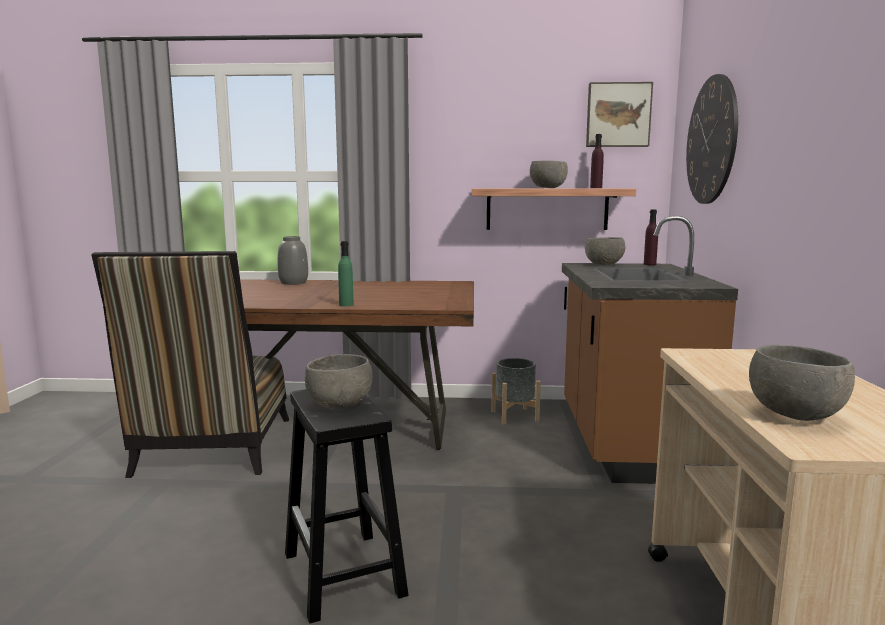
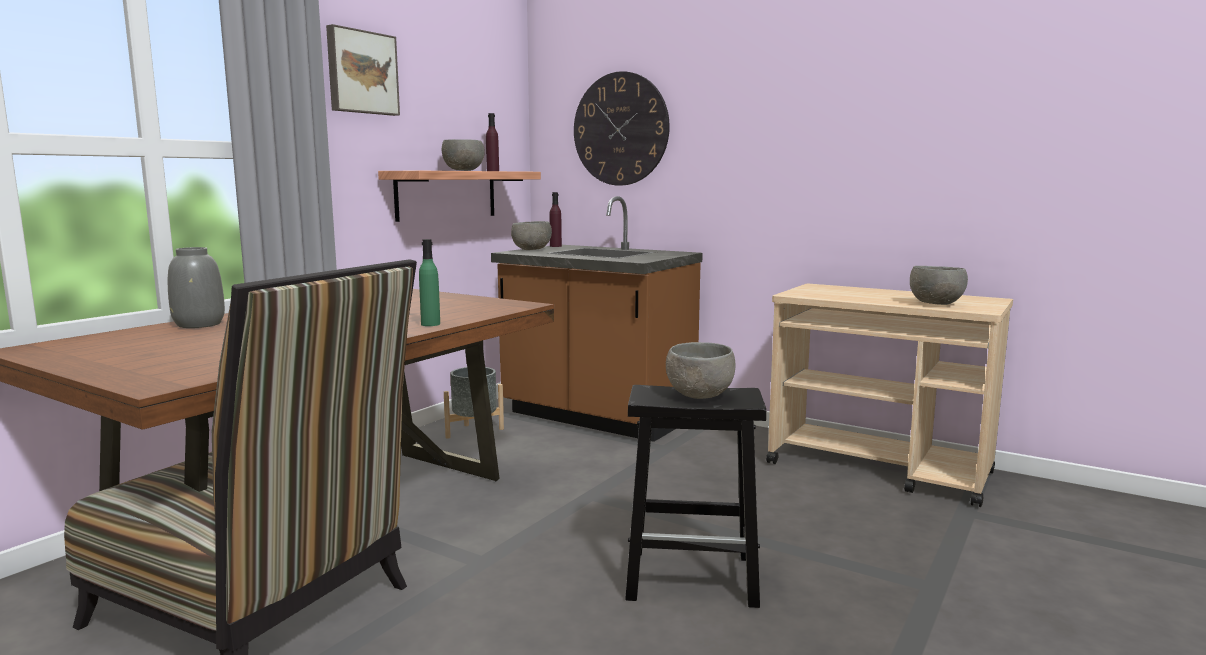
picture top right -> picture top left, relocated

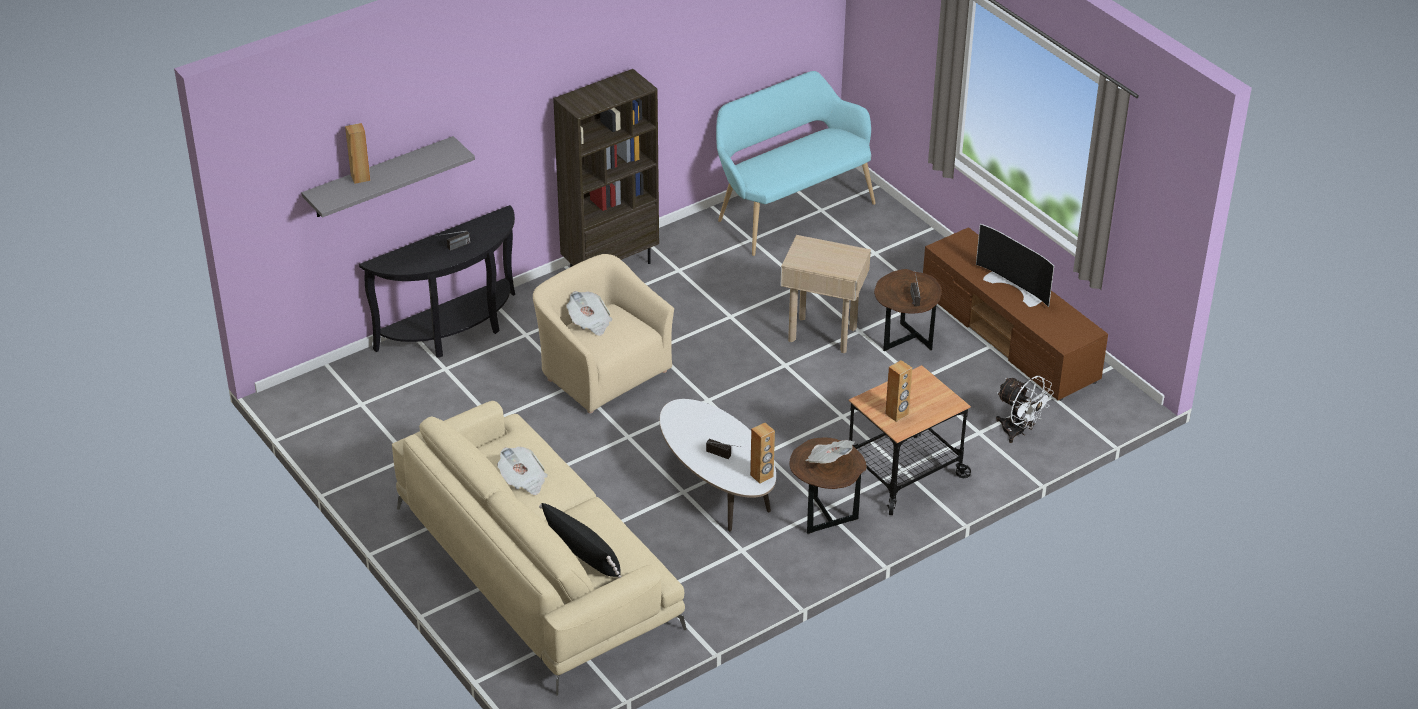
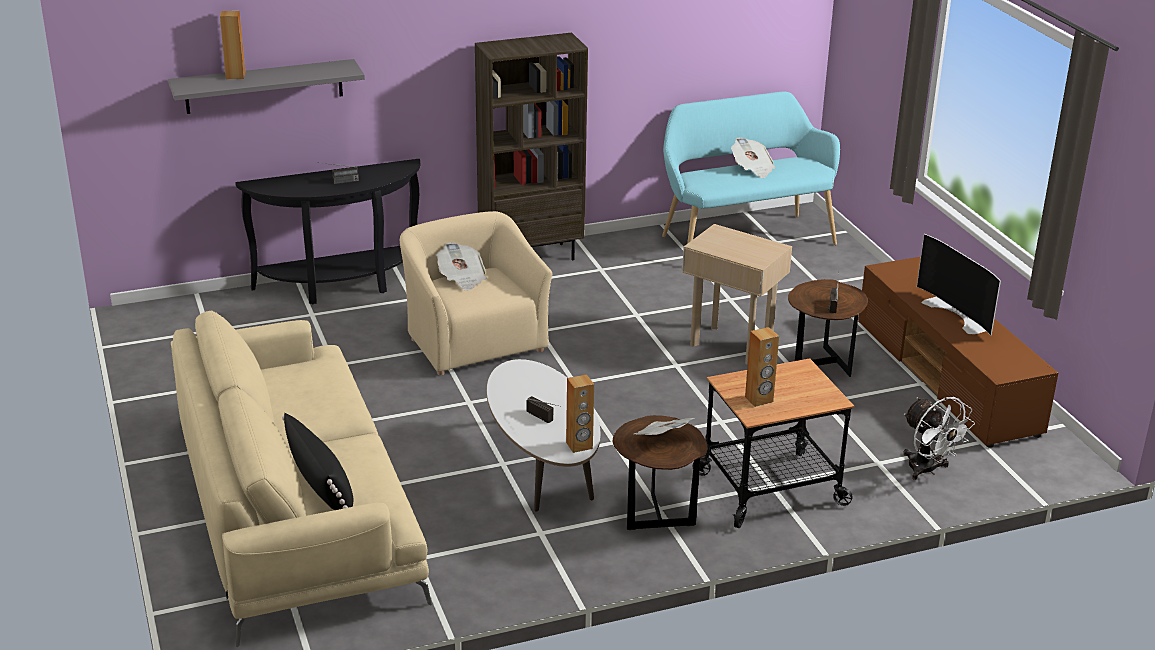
newspaper (no. 1 from left in the first image) centre -> newspaper (no. 3 from left) top centre, relocated

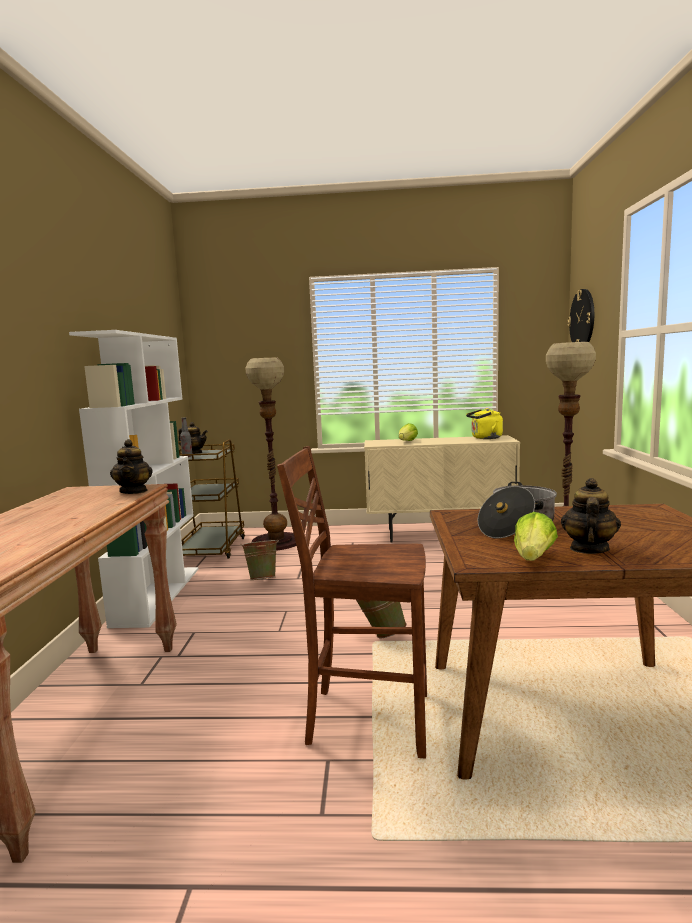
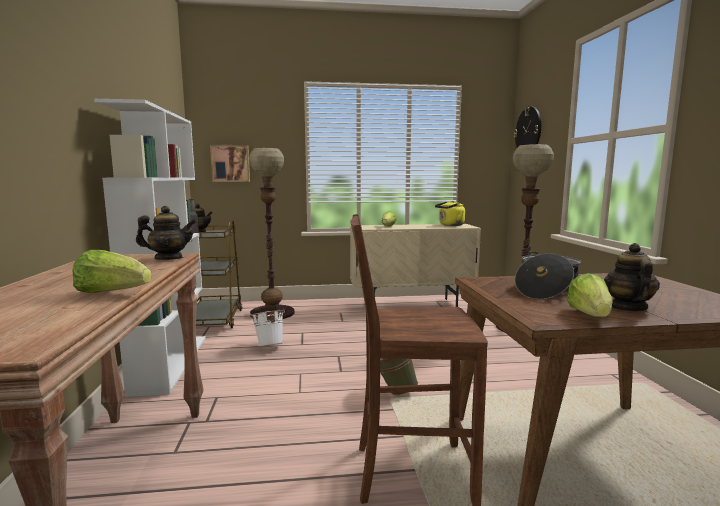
none -> lettuce (no. 1 from left) middle left
none -> picture top left
green_bucket (no. 1 from left) centre -> white_bucket centre
teapot (no. 1 from left) middle left, 75 degrees counterclockwise

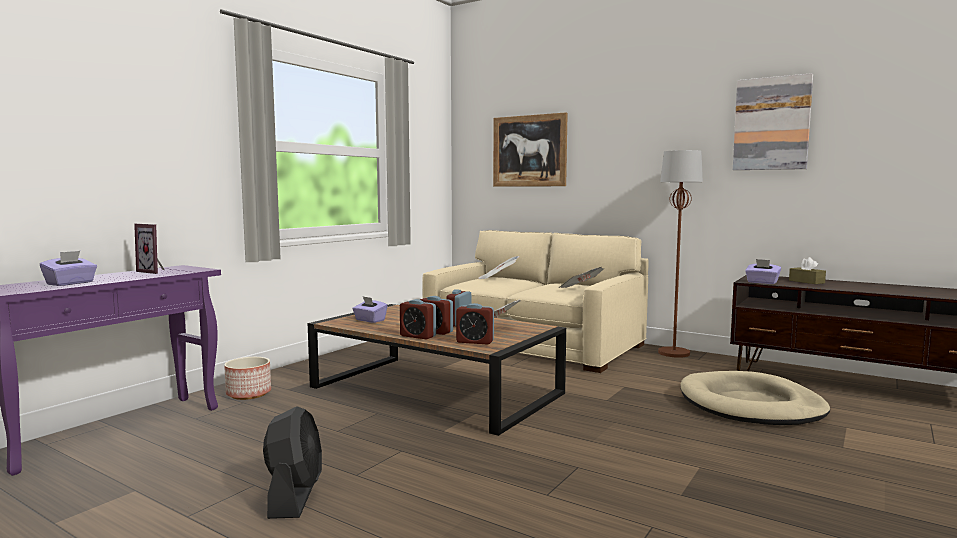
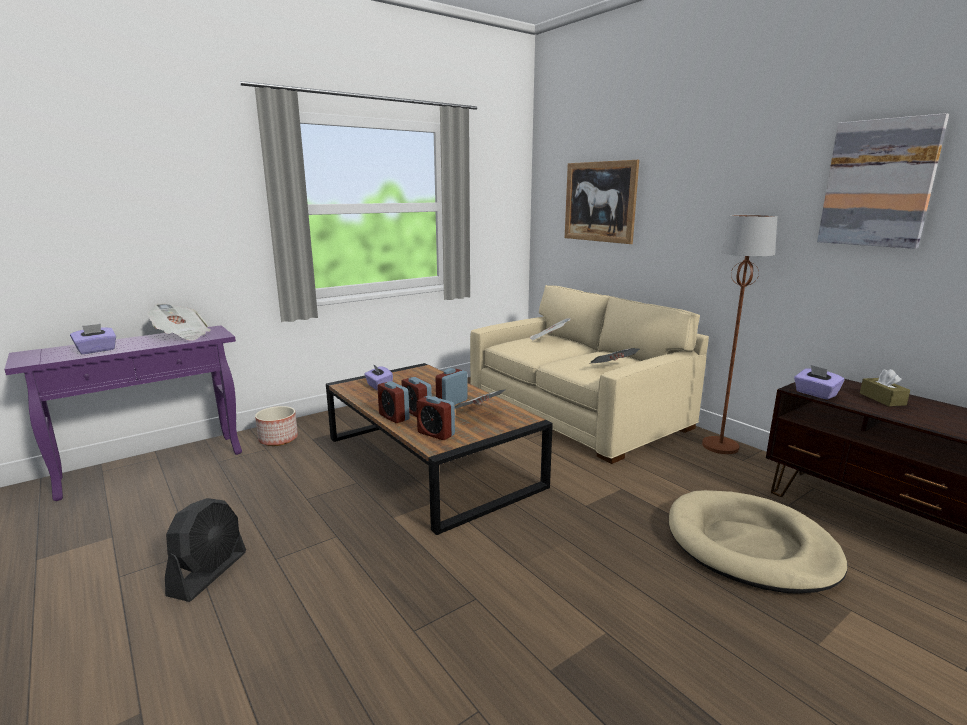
picture_frame middle left -> newspaper (no. 1 from left) middle left

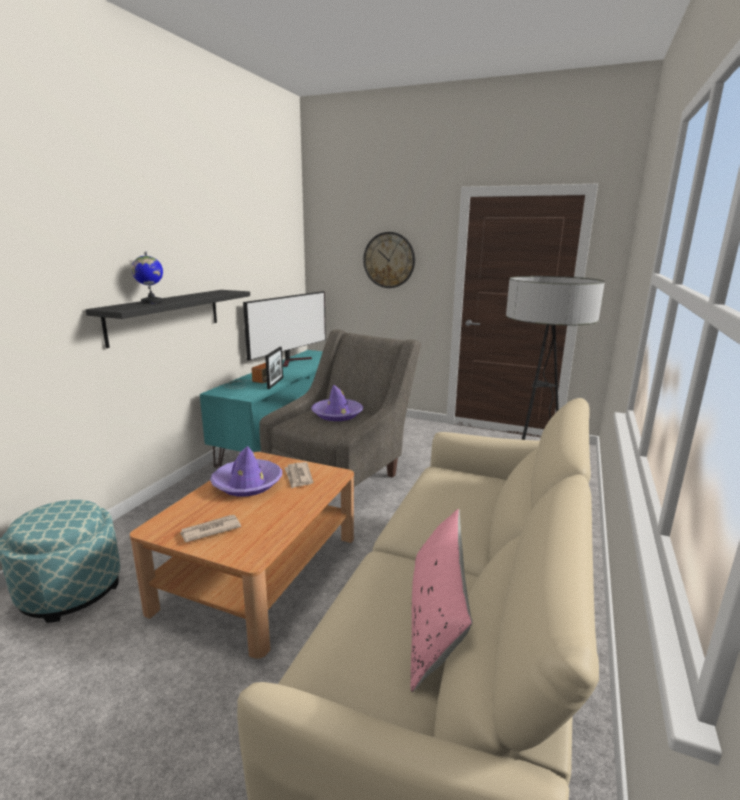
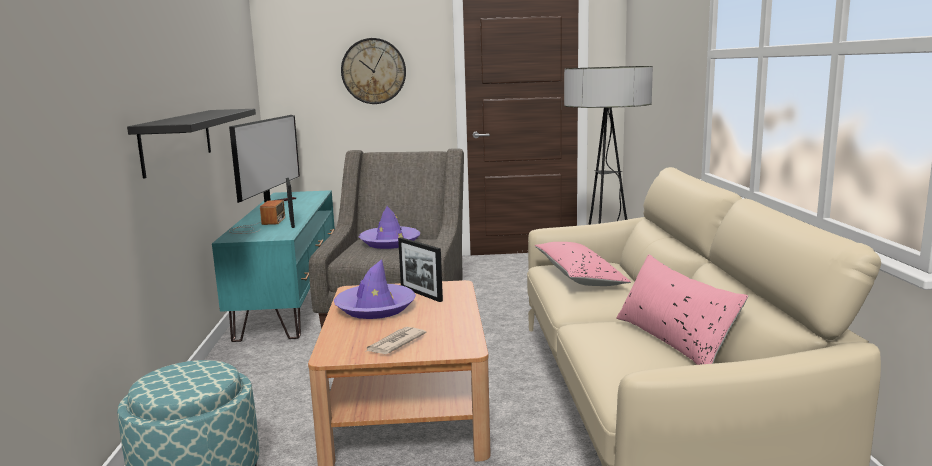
globe middle left -> none
none -> pink_pillow (no. 1 from left) centre
newspaper (no. 2 from left) centre -> picture_frame (no. 2 from left) centre

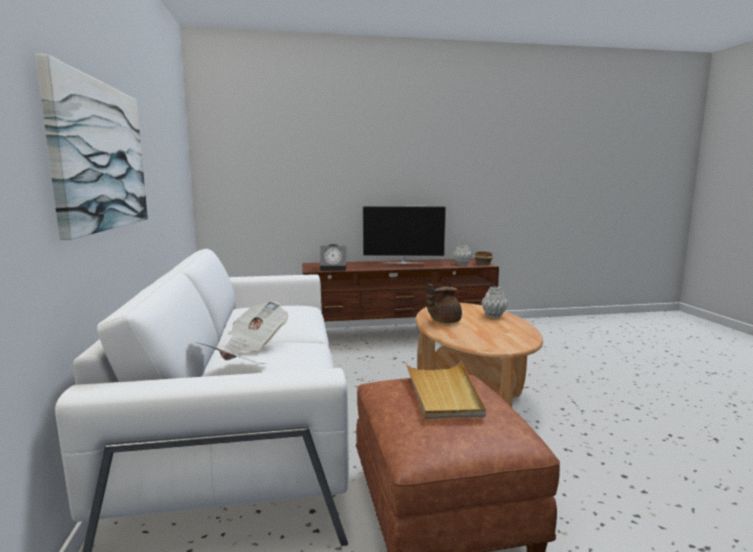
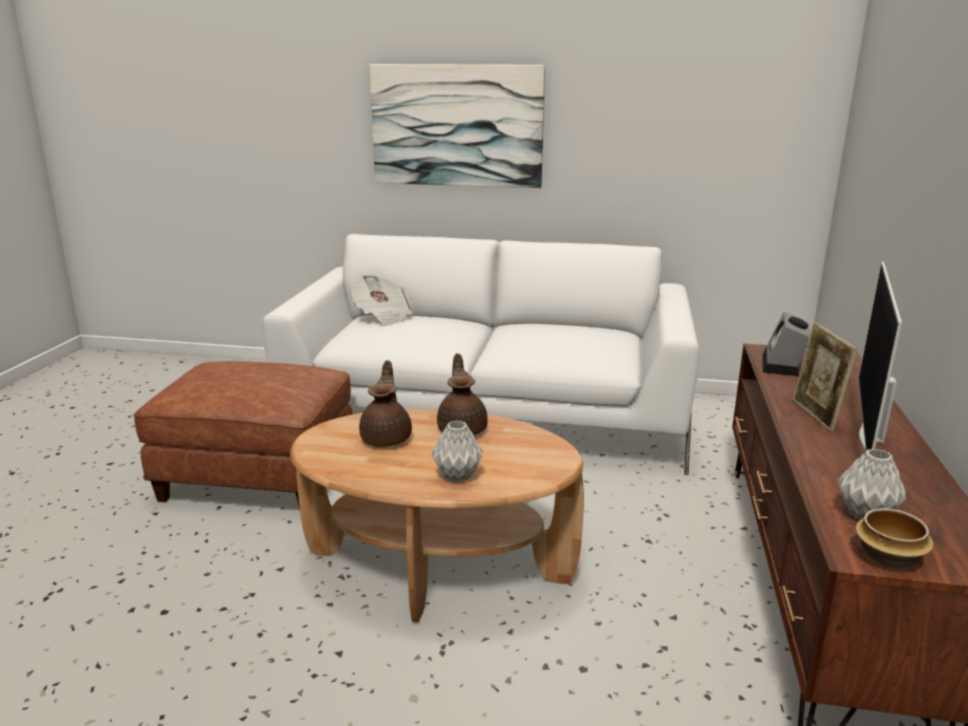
newspaper (no. 2 from left) centre -> none
beige_tray bottom centre -> none
none -> brown_teapot (no. 1 from left) centre
none -> picture_frame middle right

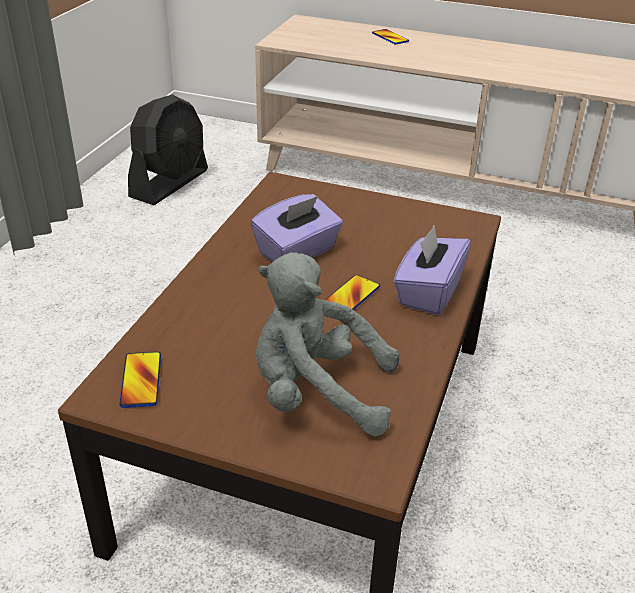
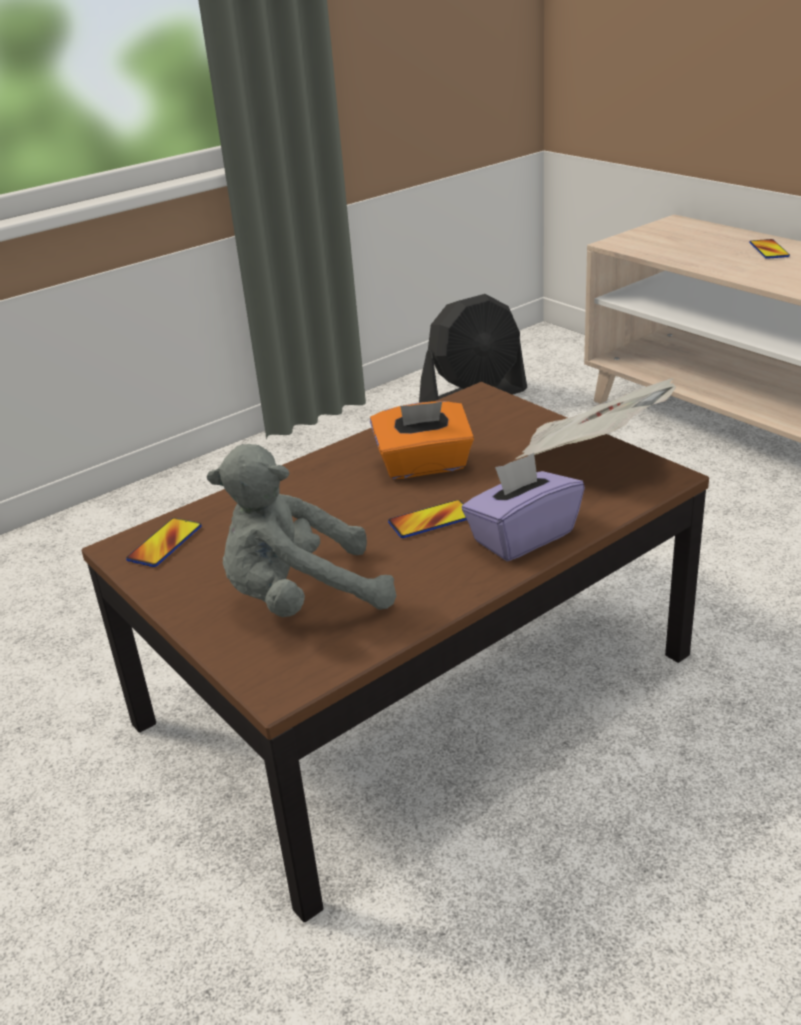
none -> newspaper middle right
purple_tissue_box (no. 1 from left) centre -> orange_tissue_box centre
grey_plush_toy centre, 60 degrees counterclockwise

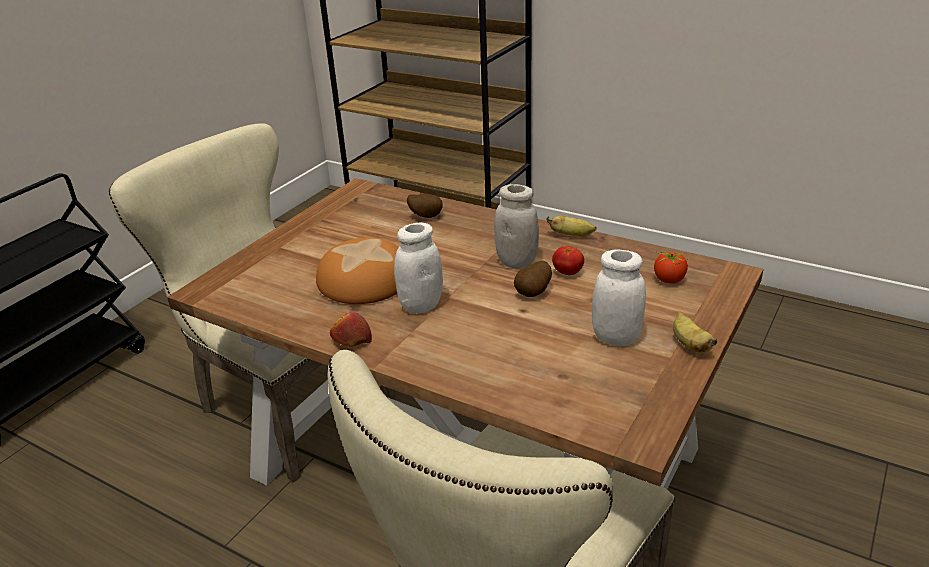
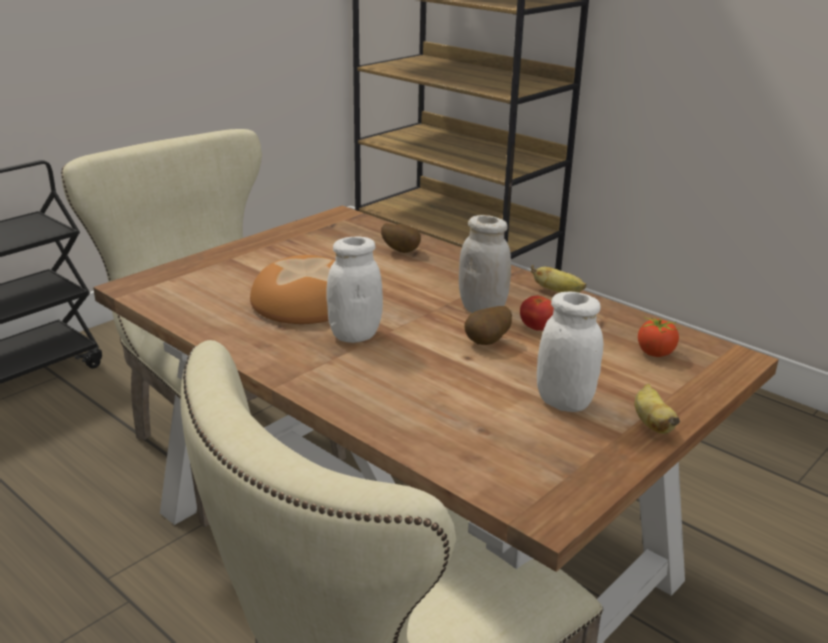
apple centre -> none

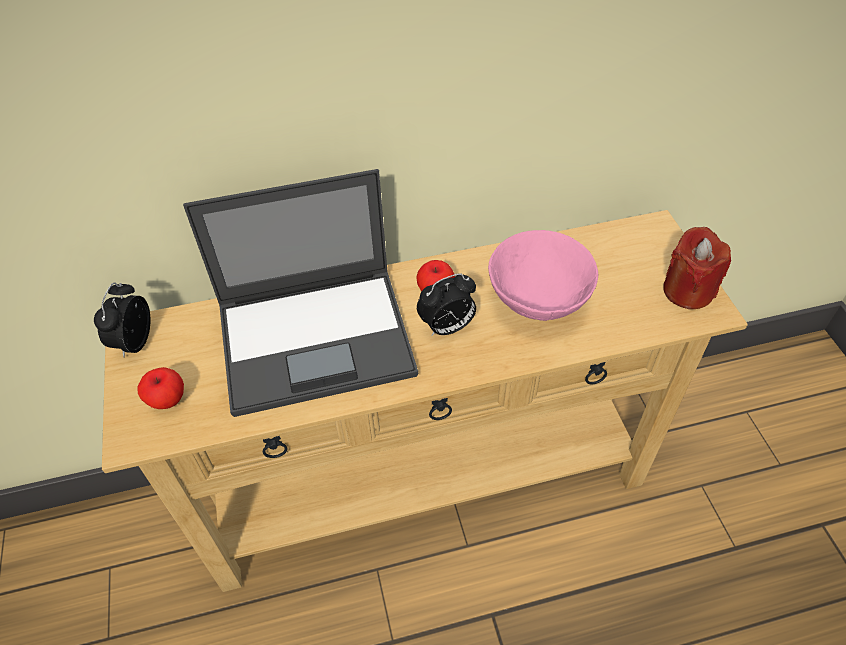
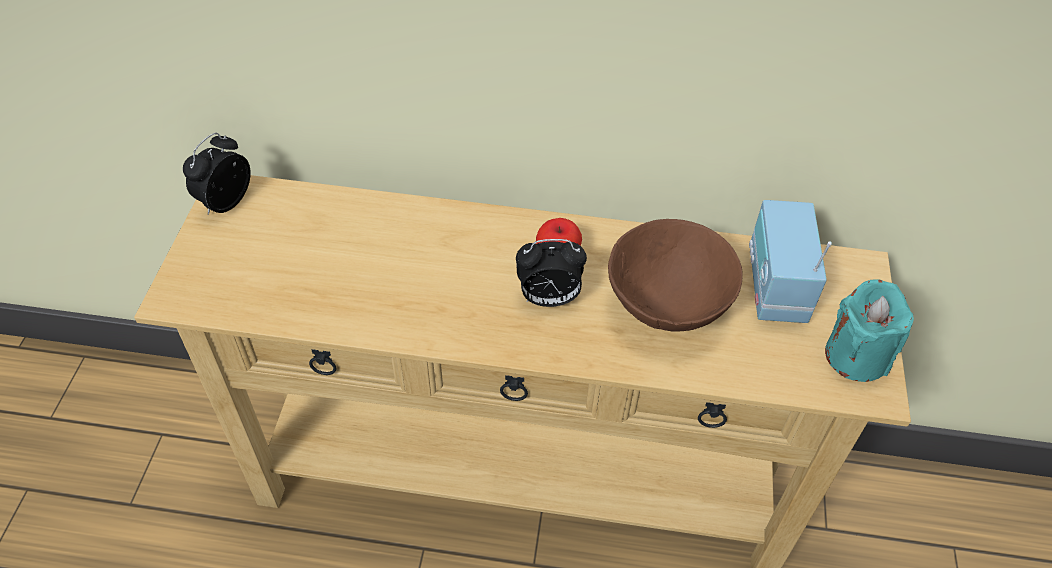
apple (no. 1 from left) middle left -> none
laptop centre -> none
none -> radio middle right
pink_bowl centre -> brown_bowl centre
red_candle middle right -> turquoise_candle middle right

